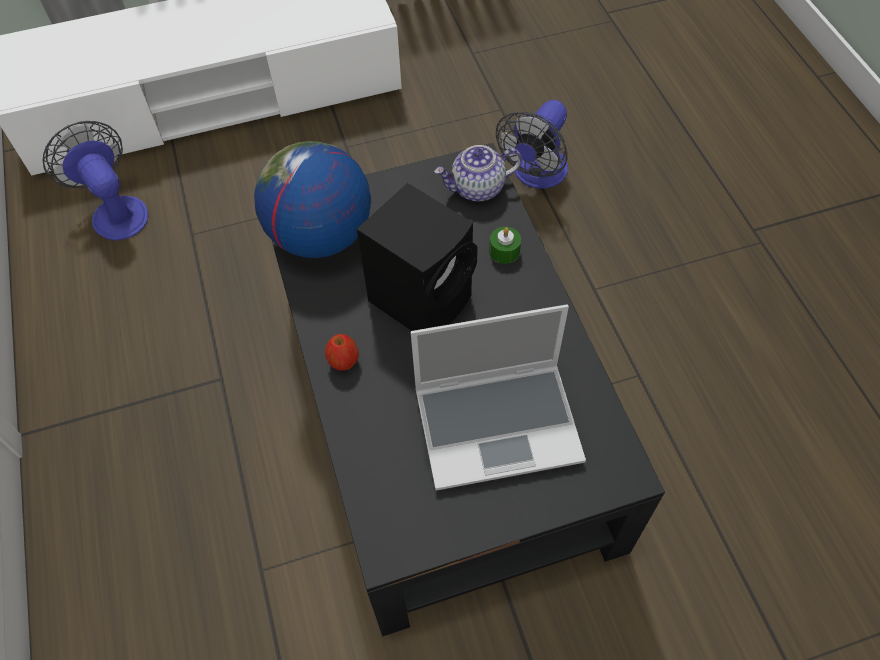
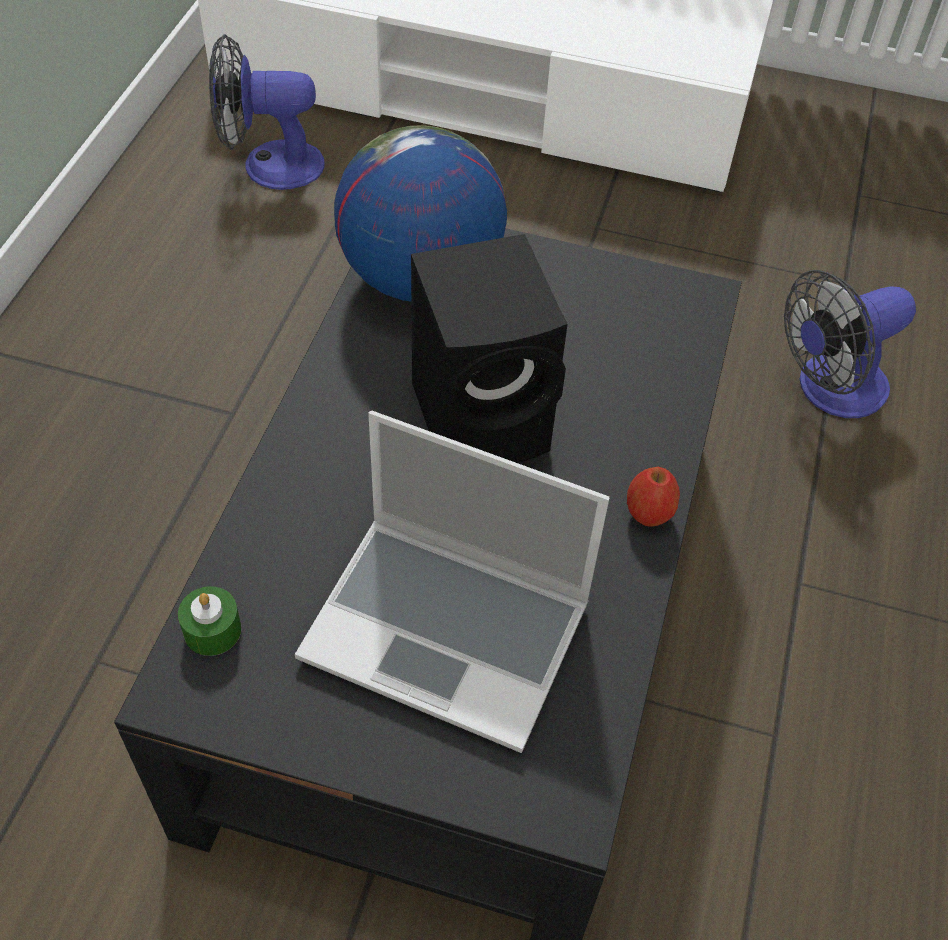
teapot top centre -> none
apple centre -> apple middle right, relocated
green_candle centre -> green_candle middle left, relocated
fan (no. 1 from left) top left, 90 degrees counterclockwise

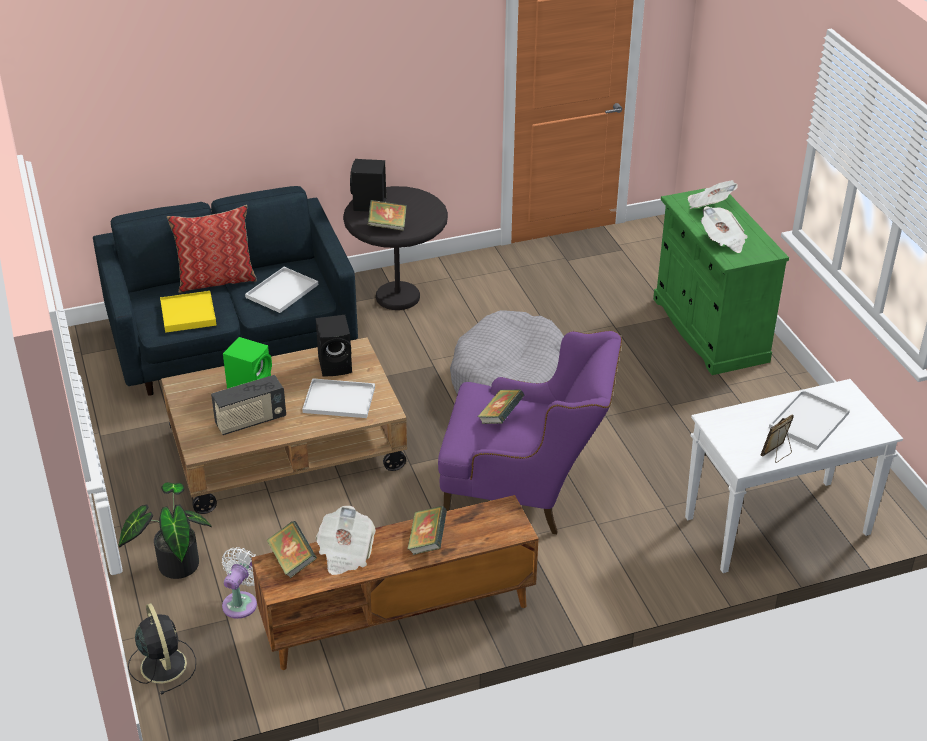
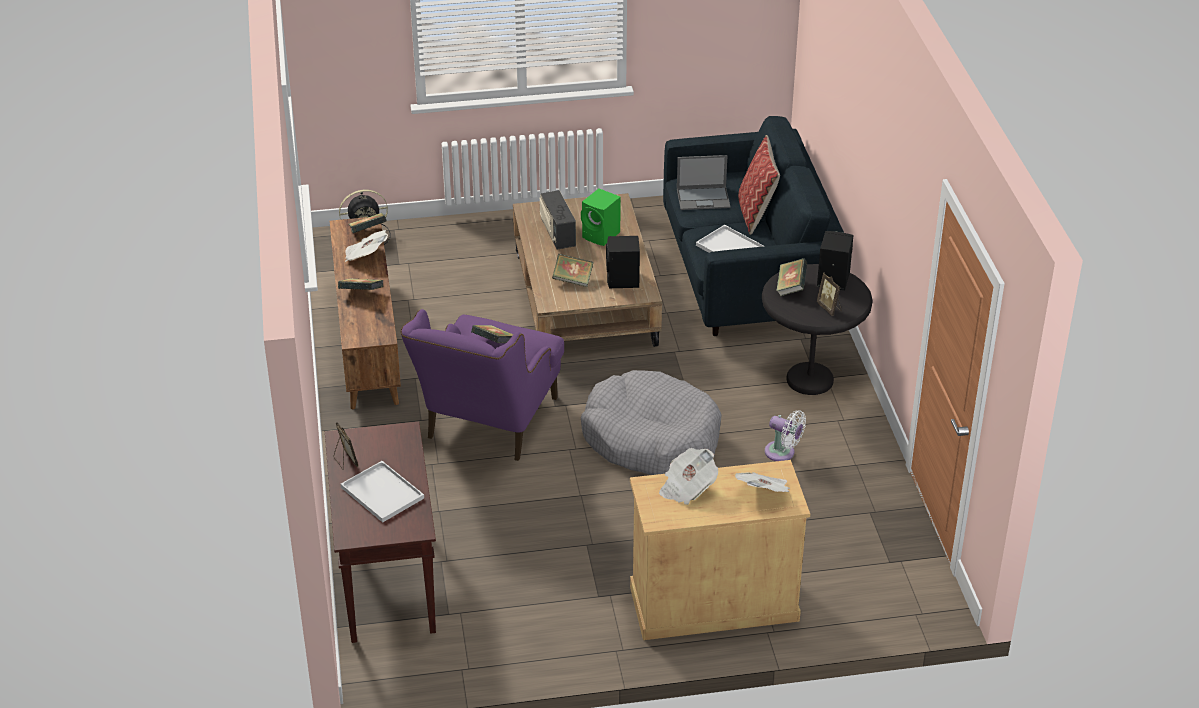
potted_plant bottom left -> none
none -> picture_frame (no. 2 from left) middle right
white_fan bottom left -> white_fan centre, relocated
yellow_tray middle left -> laptop top centre
white_tray (no. 2 from left) centre -> book (no. 4 from left) centre
green_cabinet middle right -> beige_cabinet bottom centre
white_console_table middle right -> brown_console_table bottom left

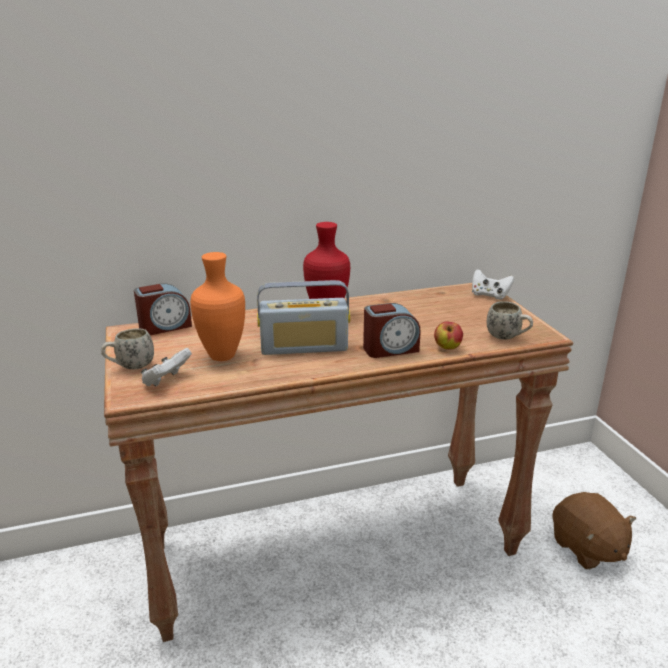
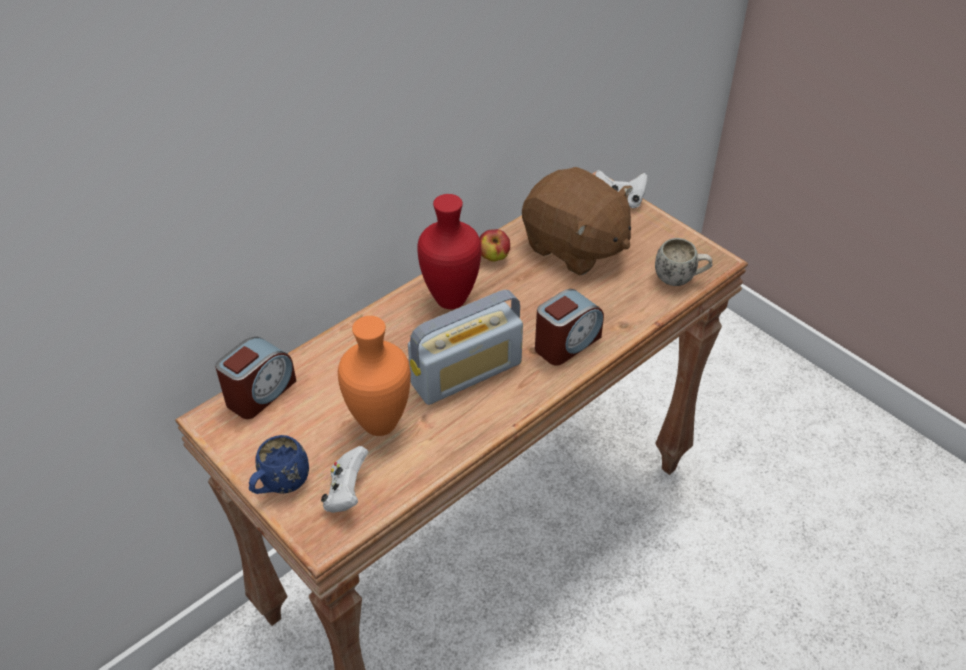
apple middle right -> apple centre, relocated
brown_plush_toy bottom right -> brown_plush_toy top centre, relocated
white_mug (no. 1 from left) middle left -> blue_mug bottom left

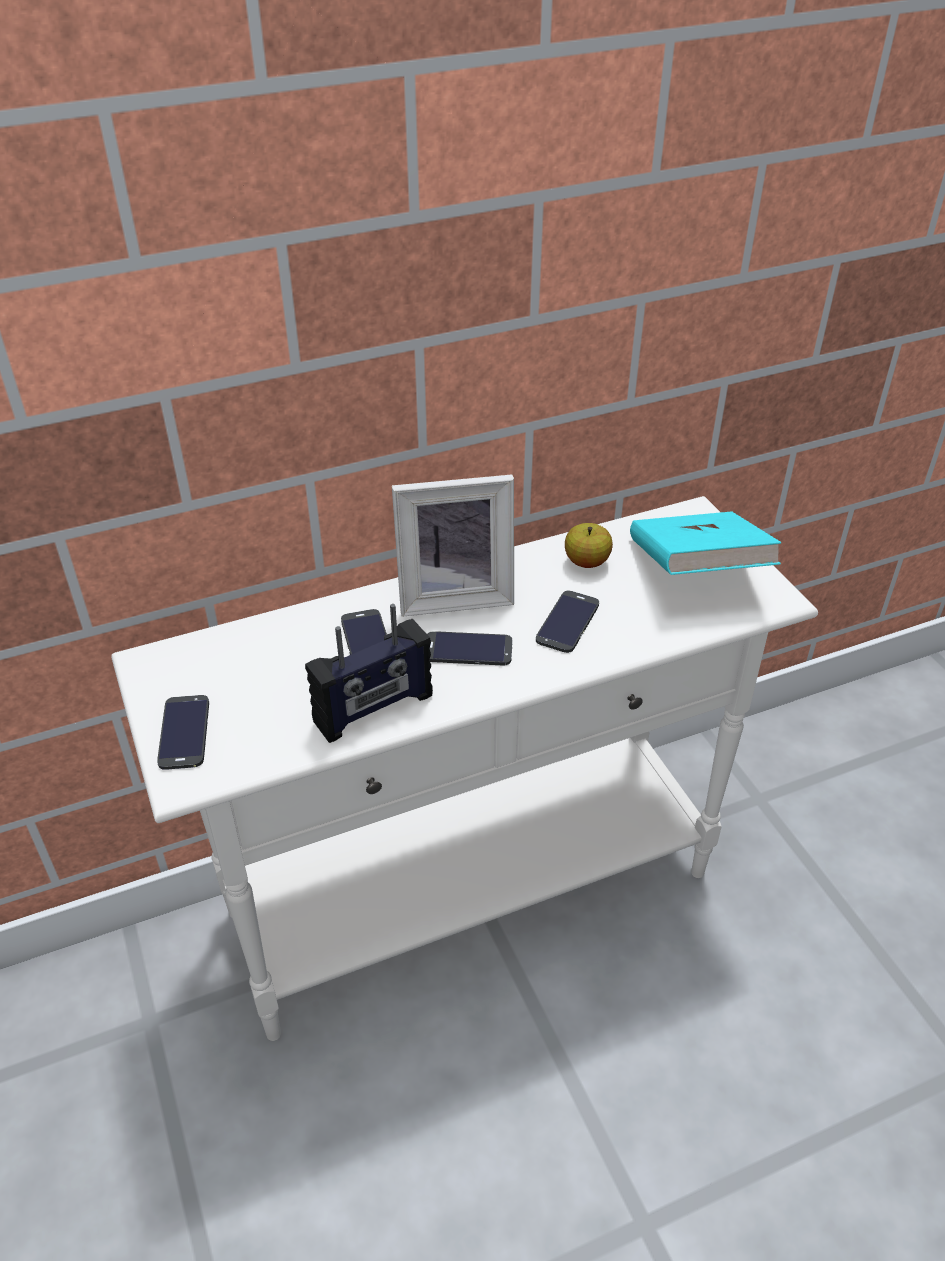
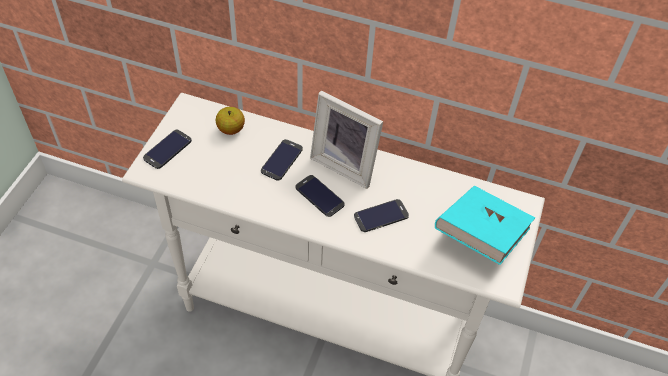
radio centre -> none
apple centre -> apple top centre, relocated

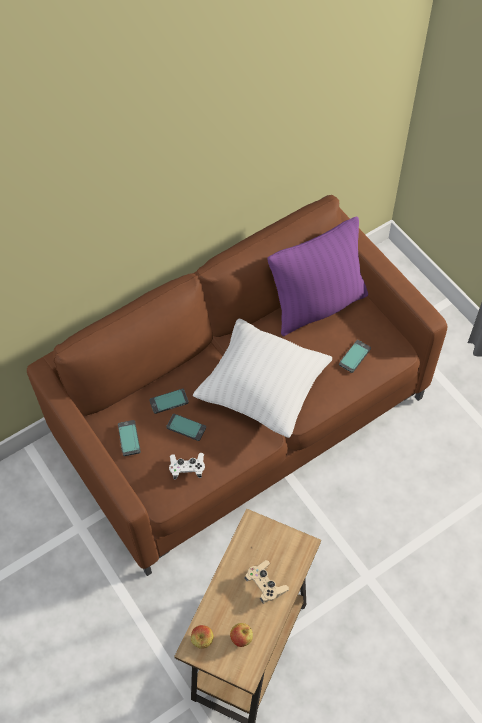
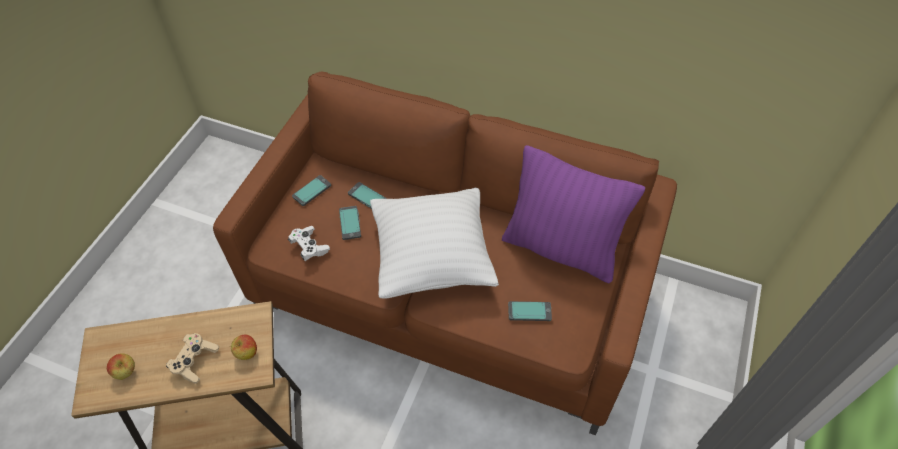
apple (no. 1 from left in the first image) bottom centre -> apple (no. 2 from left) bottom left, relocated

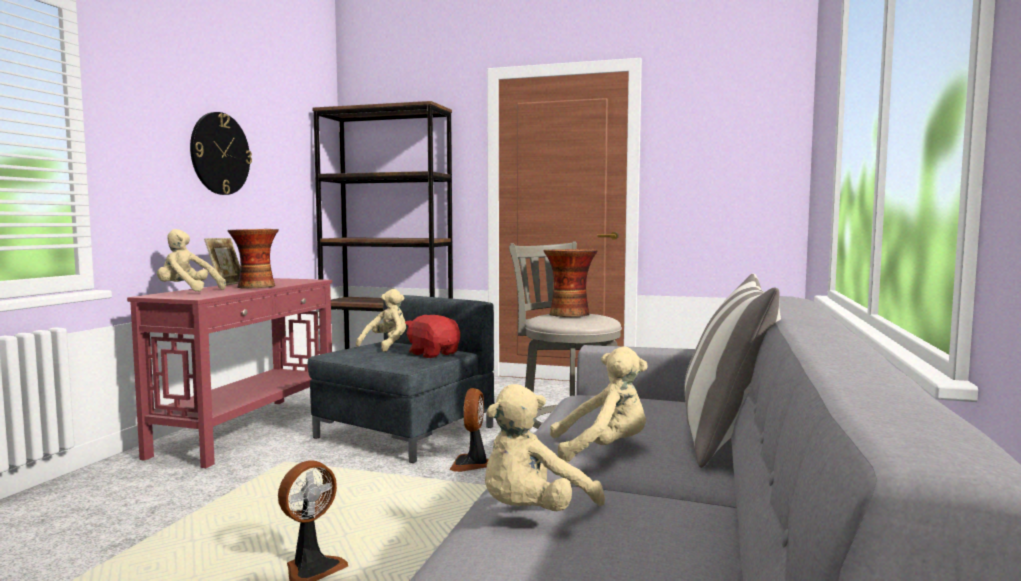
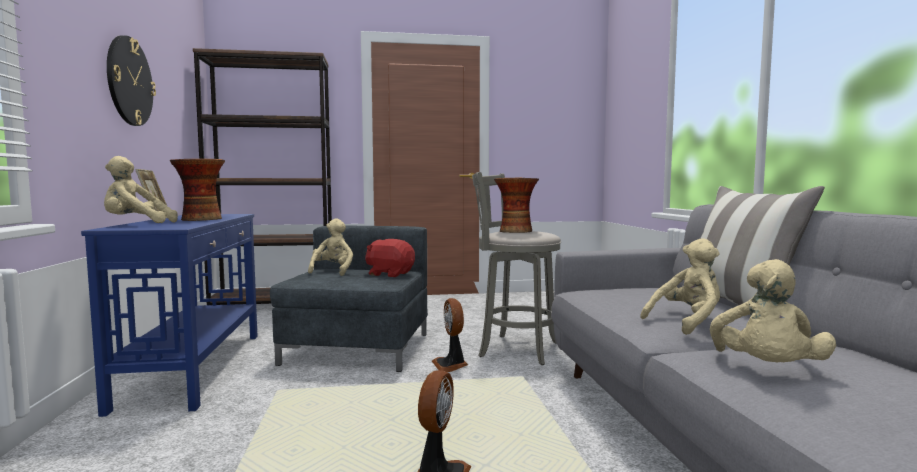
red_console_table middle left -> blue_console_table bottom left

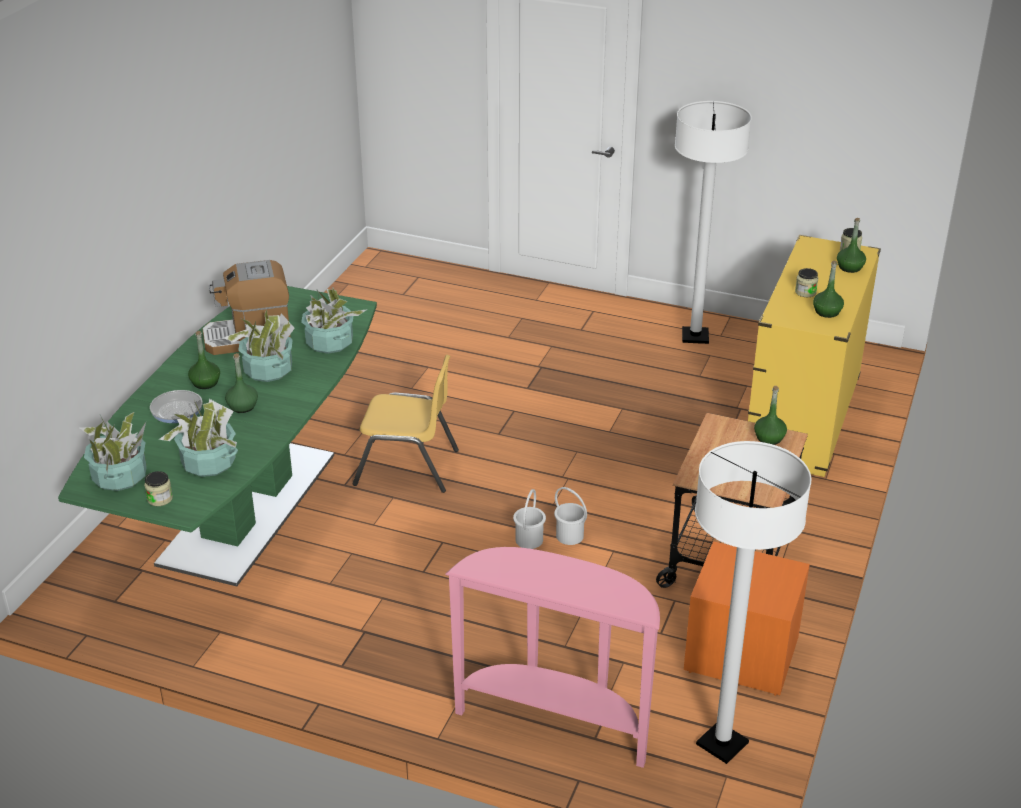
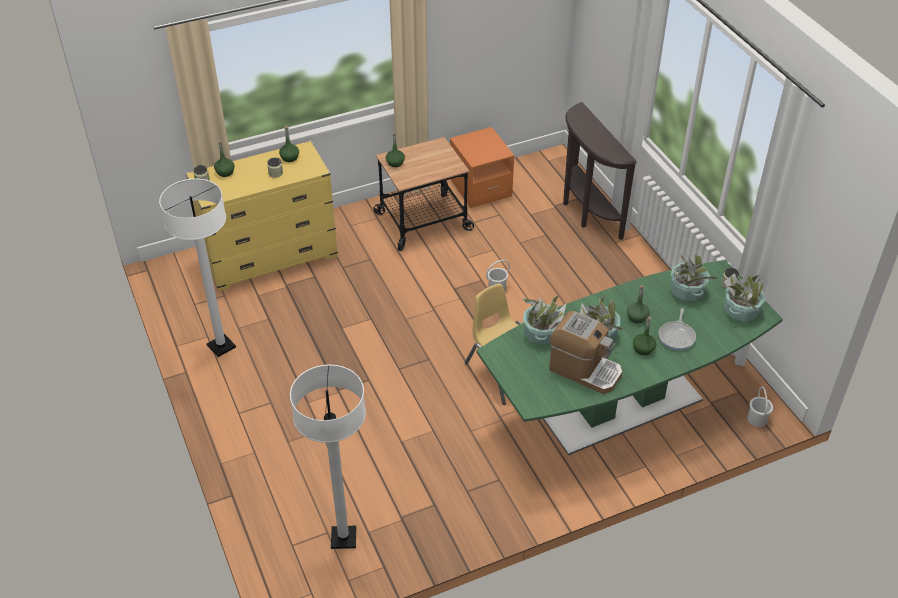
white_bucket (no. 2 from left) centre -> white_bucket (no. 2 from left) bottom right, relocated
white_floor_lamp (no. 2 from left) bottom right -> white_floor_lamp (no. 2 from left) bottom centre, relocated
pink_console_table bottom centre -> brown_console_table top right

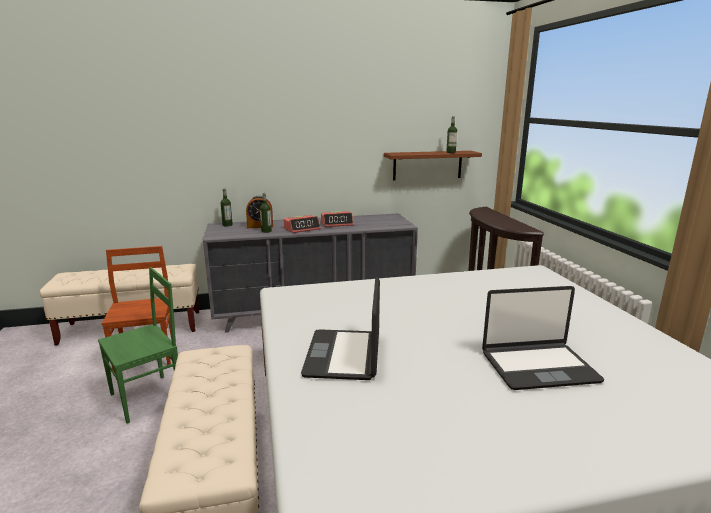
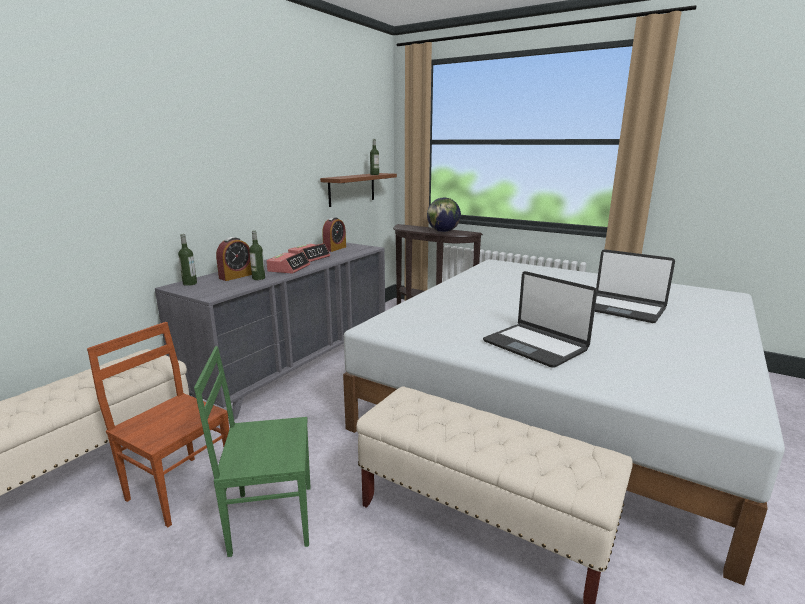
none -> alarm_clock (no. 4 from left) centre
none -> globe centre
green_chair bottom left, 105 degrees counterclockwise
laptop (no. 2 from left) middle right, 90 degrees clockwise

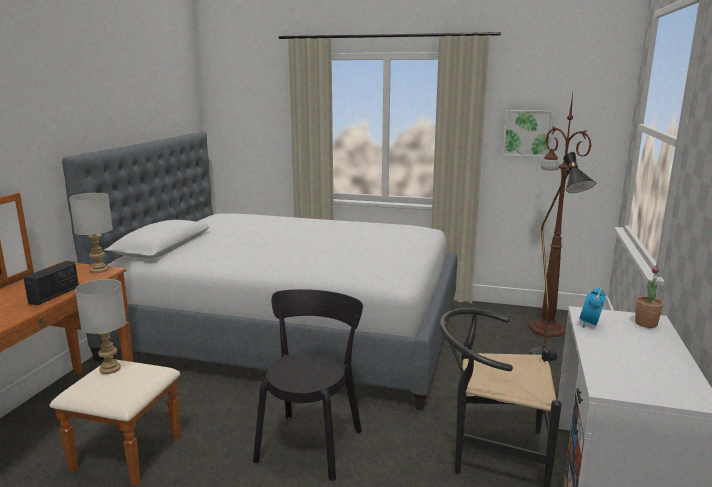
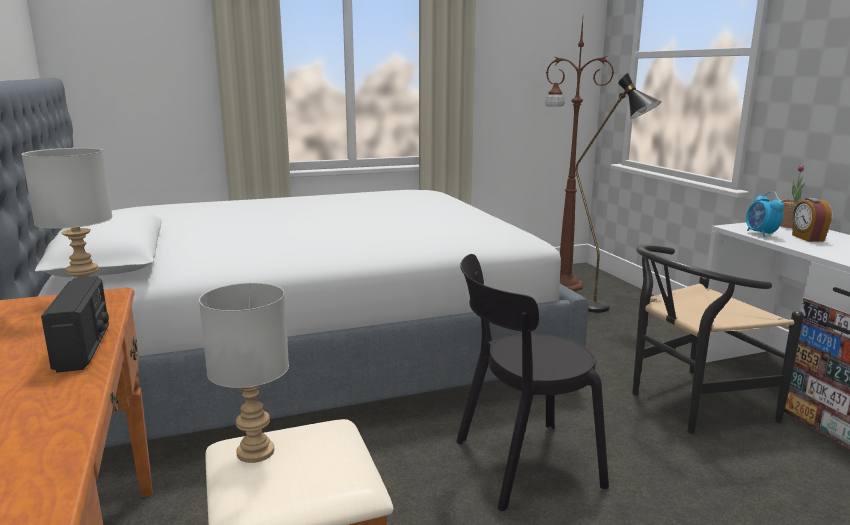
picture top right -> none
none -> alarm_clock (no. 2 from left) middle right
black_chair (no. 1 from left) bottom centre, 90 degrees counterclockwise

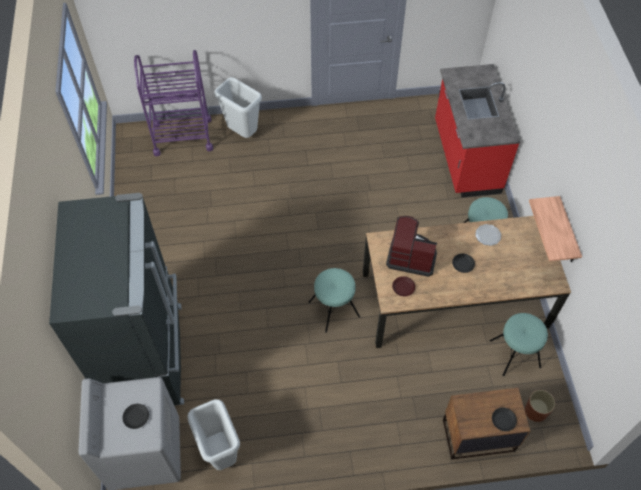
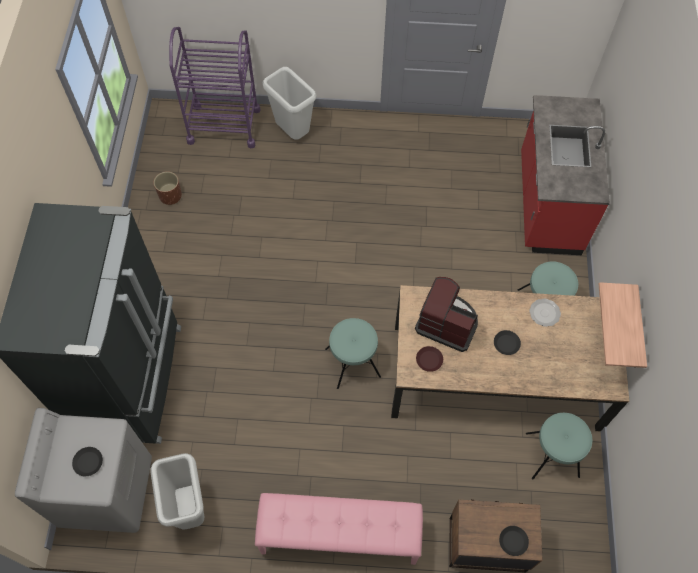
none -> pink_bench bottom centre
brown_planter bottom right -> brown_planter top left, relocated

